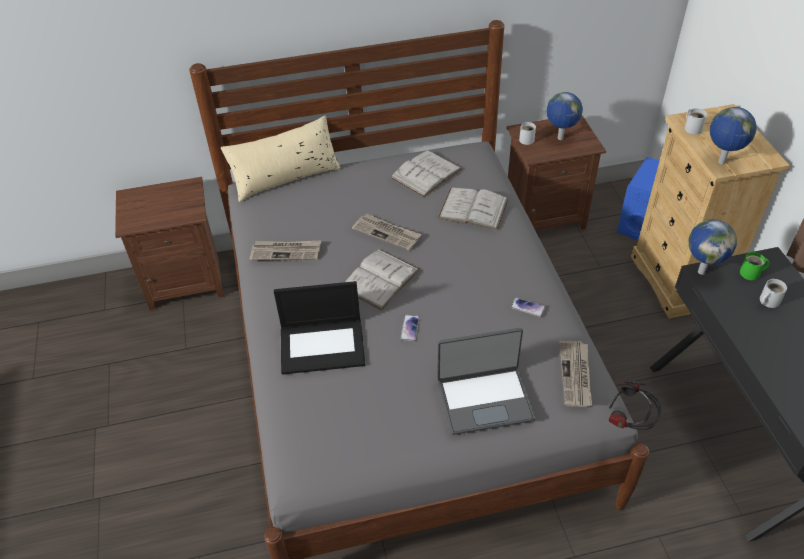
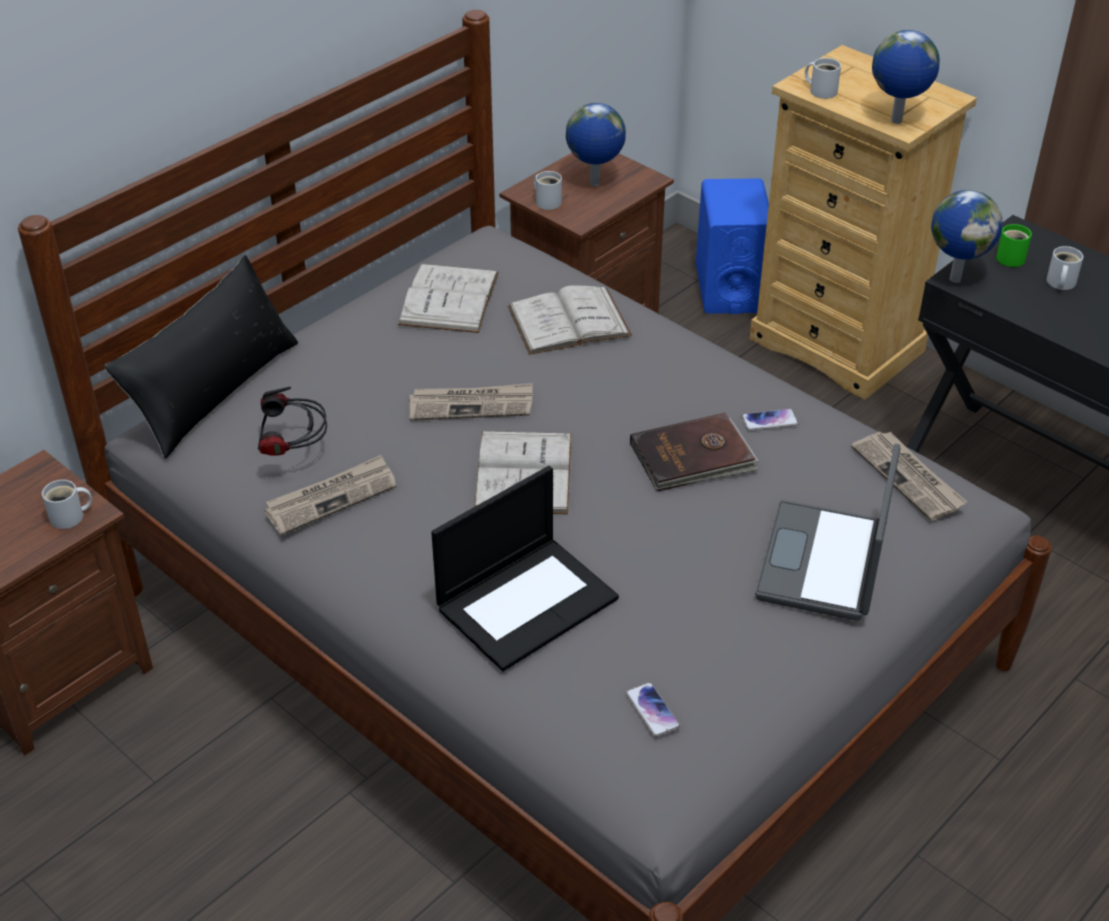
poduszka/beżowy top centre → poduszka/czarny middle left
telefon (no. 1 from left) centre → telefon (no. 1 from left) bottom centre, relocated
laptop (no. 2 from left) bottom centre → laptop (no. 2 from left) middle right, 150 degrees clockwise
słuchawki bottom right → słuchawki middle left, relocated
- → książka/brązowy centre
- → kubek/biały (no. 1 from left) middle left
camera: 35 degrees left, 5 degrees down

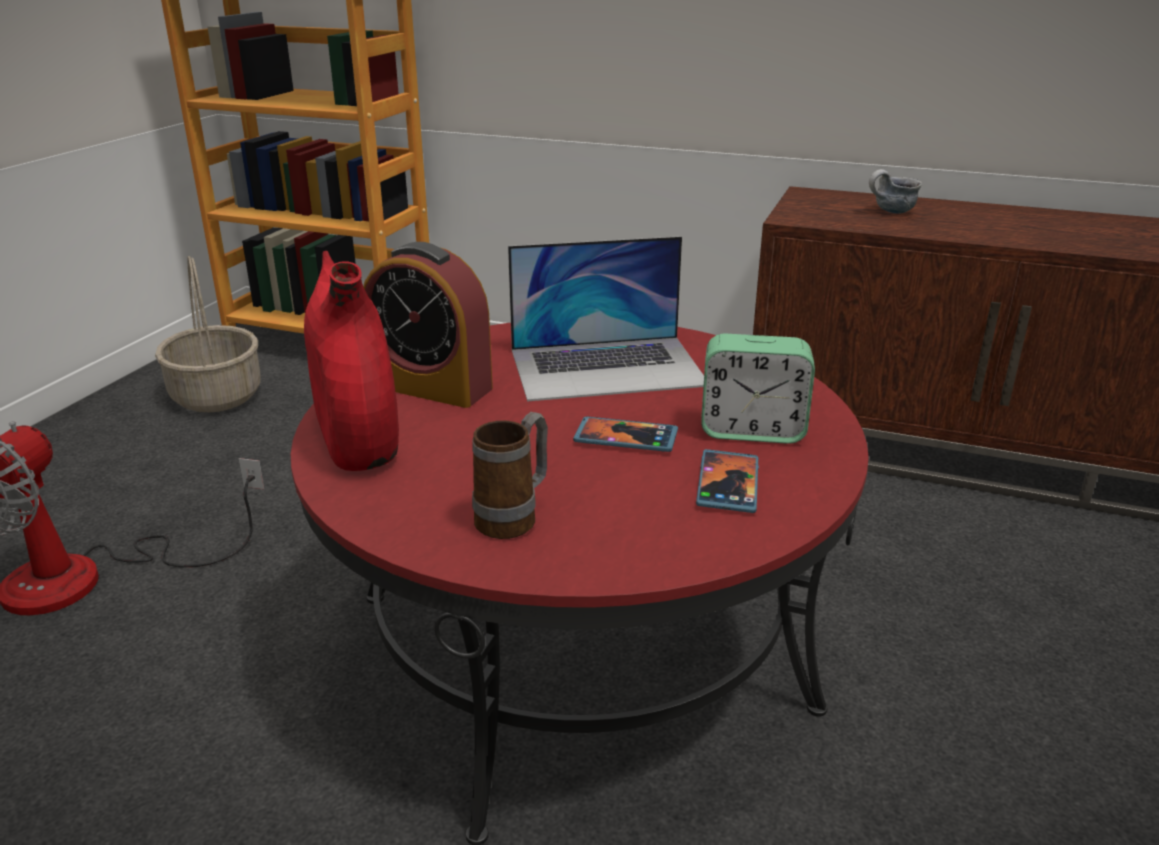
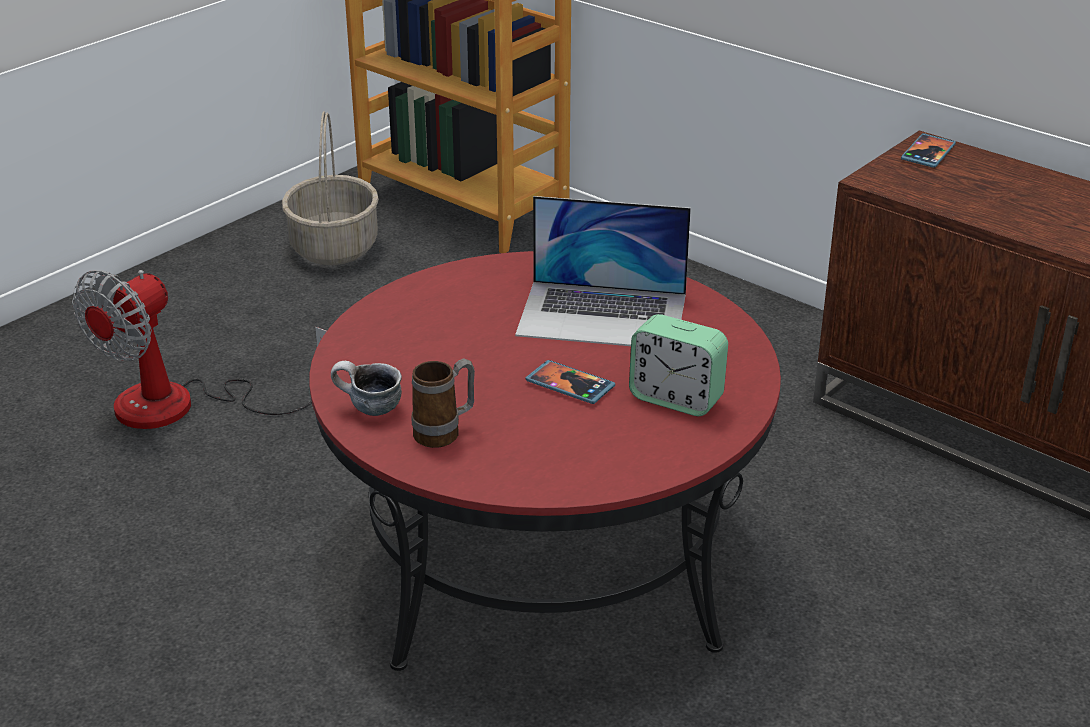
kubek (no. 2 from left in the first image) top right → kubek (no. 1 from left) centre, relocated
budzik (no. 1 from left) centre → -
wazon/czerwony middle left → -
telefon (no. 2 from left) centre → telefon (no. 2 from left) top right, relocated
camera: 20 degrees right, 5 degrees up

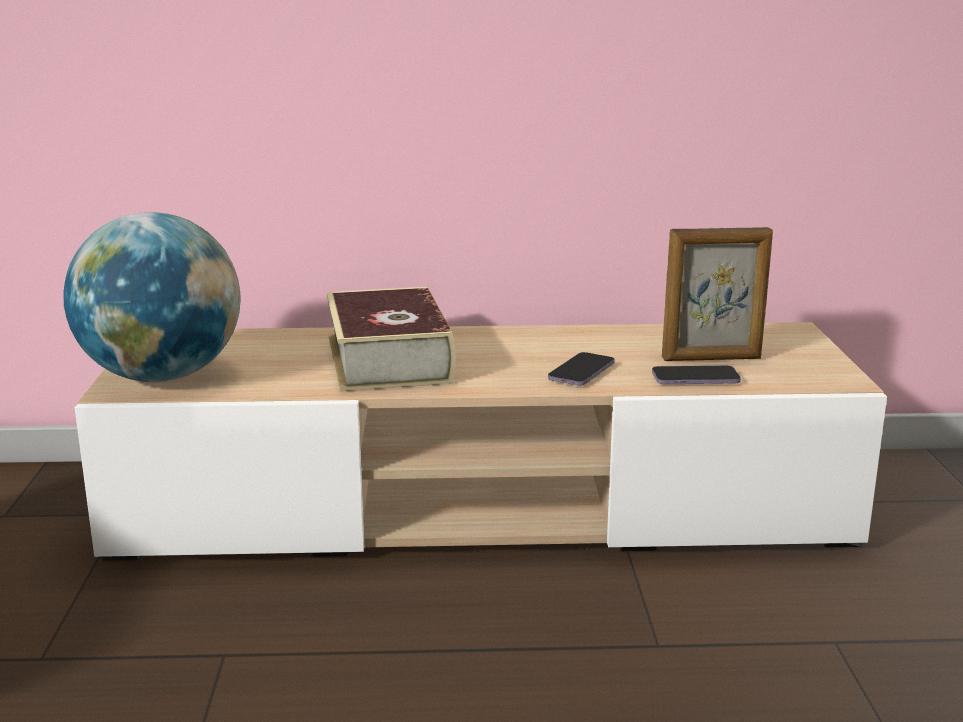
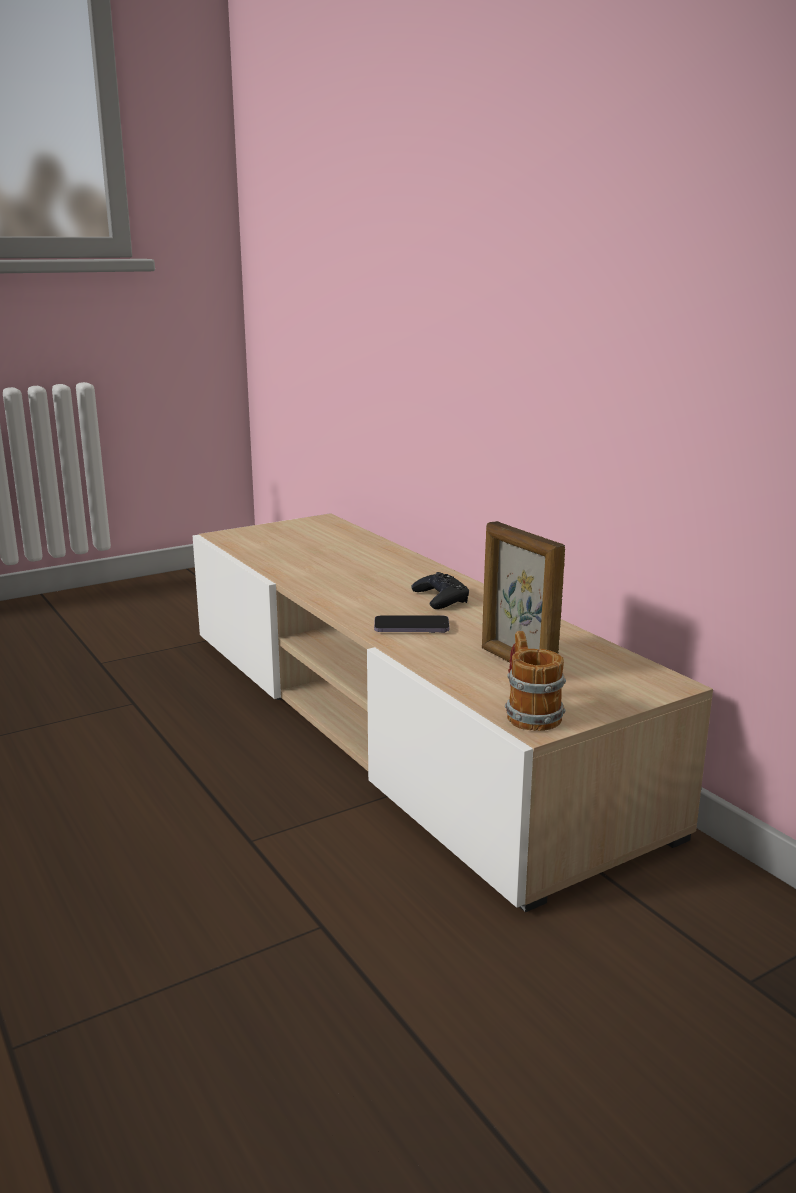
globus middle left → -
książka centre → -
telefon (no. 2 from left) middle right → -
- → pad do gier/czarny centre
- → kubek middle right
camera: 60 degrees right, 0 degrees up

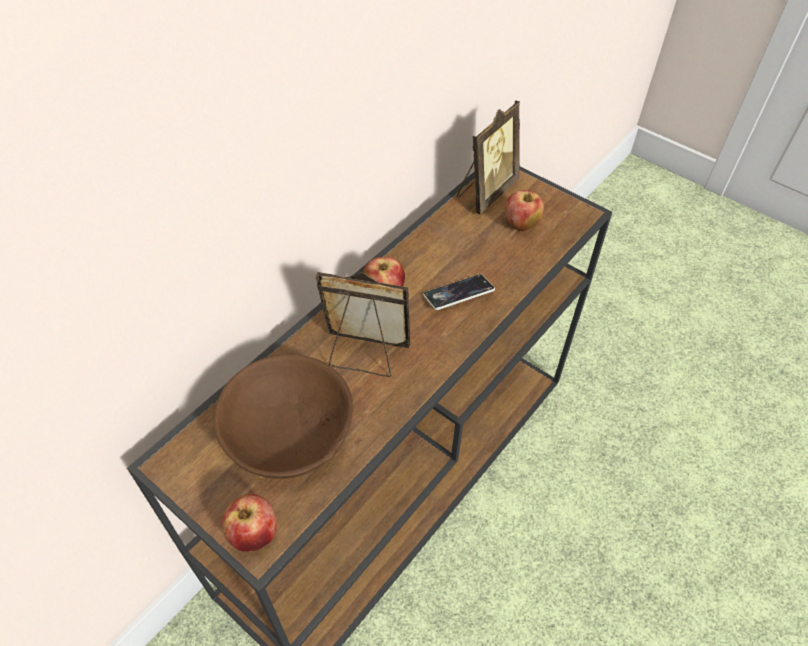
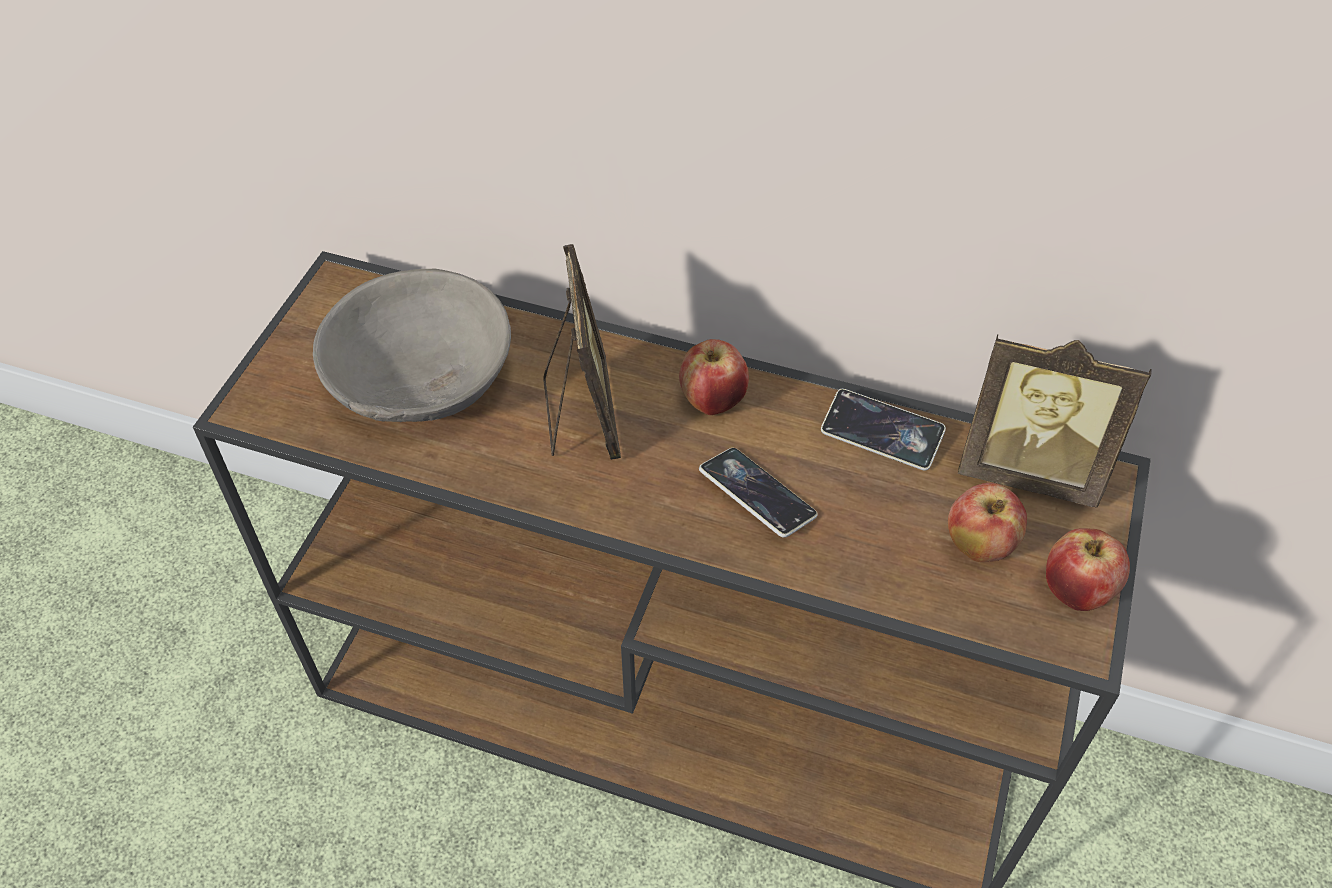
miska/brązowy centre → miska/szary middle left
jabłko (no. 1 from left in the first image) bottom left → jabłko (no. 3 from left) middle right, relocated
- → telefon (no. 2 from left) centre
camera: 70 degrees right, 0 degrees up

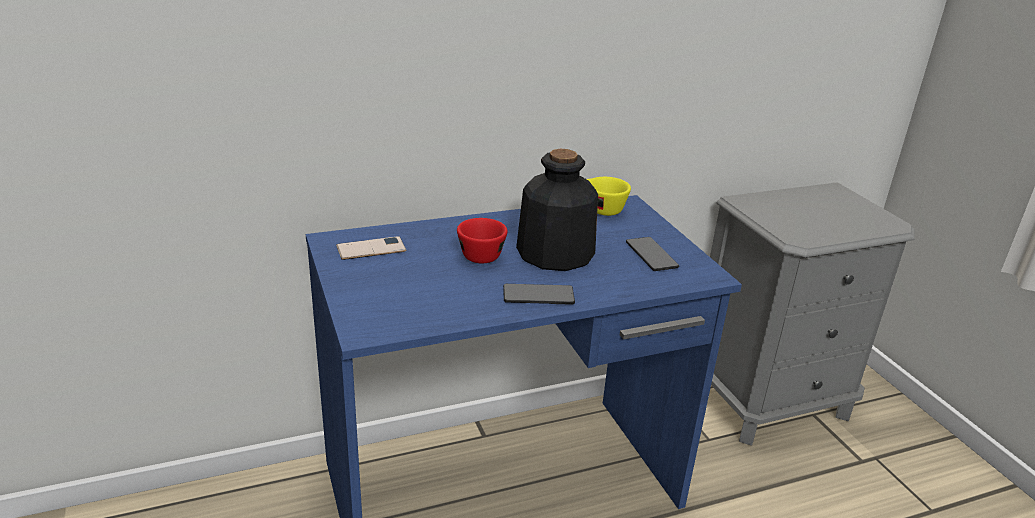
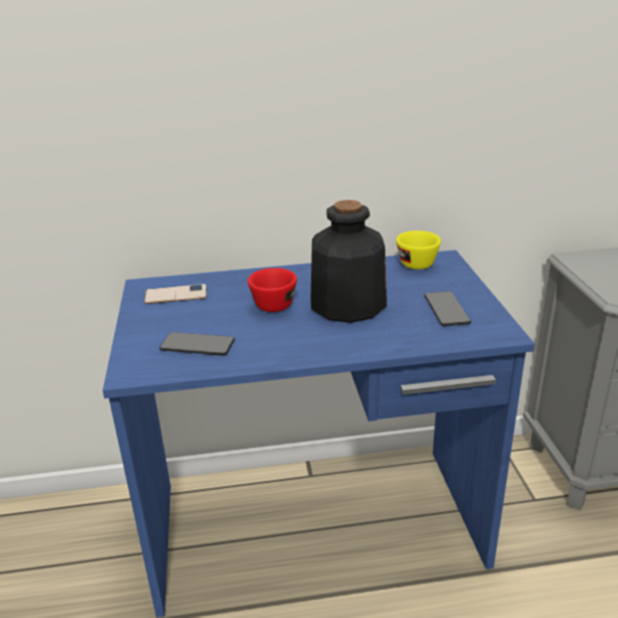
telefon (no. 2 from left) centre → telefon (no. 2 from left) middle left, relocated
camera: 15 degrees right, 0 degrees up

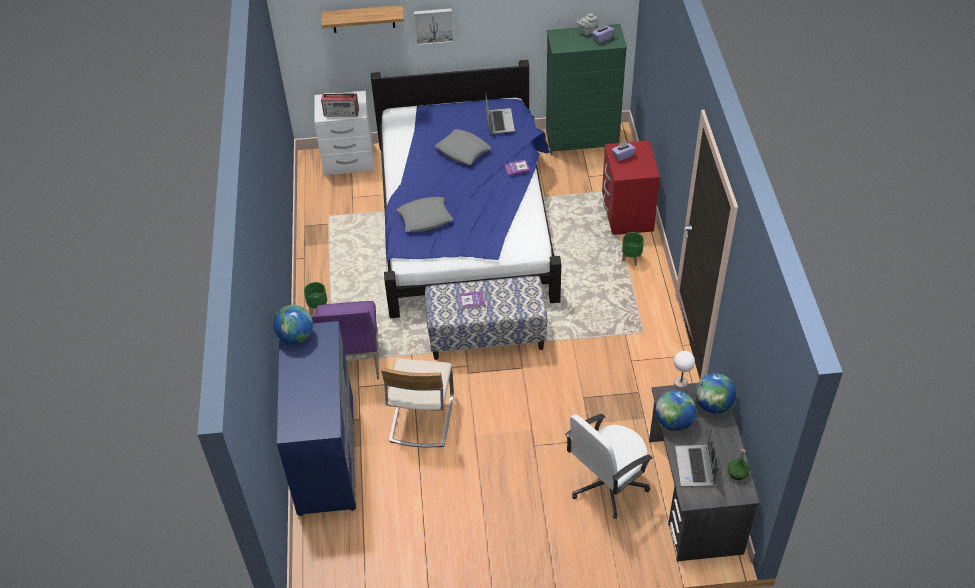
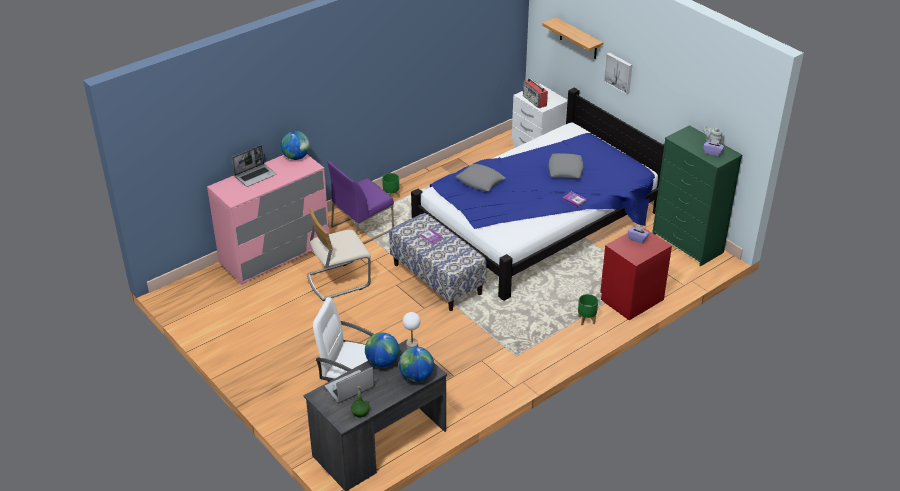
laptop (no. 1 from left) top centre → laptop (no. 1 from left) middle left, relocated
komoda/niebieski bottom left → komoda/różowy middle left
camera: 55 degrees right, 10 degrees down

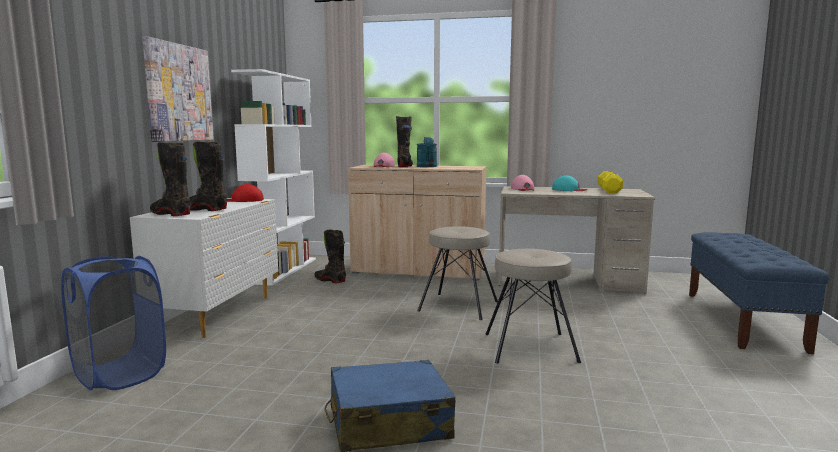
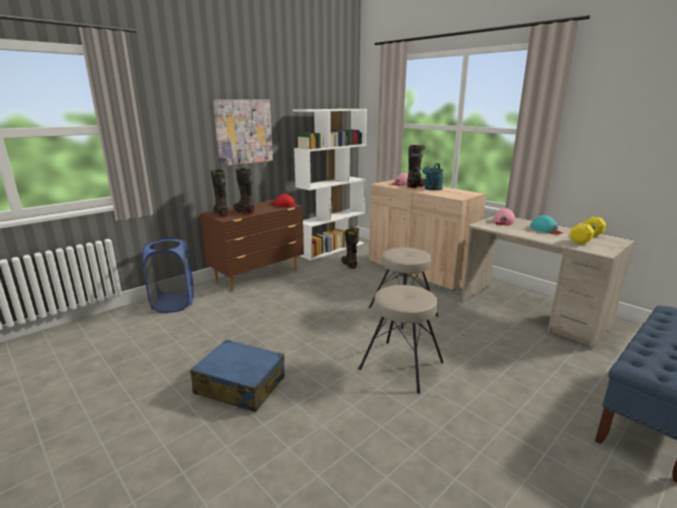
komoda/biały middle left → komoda/brązowy centre
camera: 35 degrees right, 10 degrees up

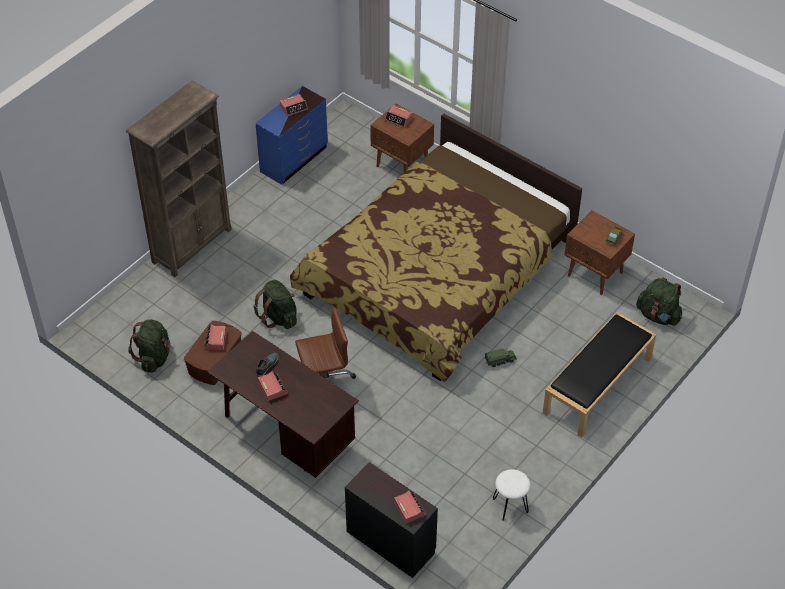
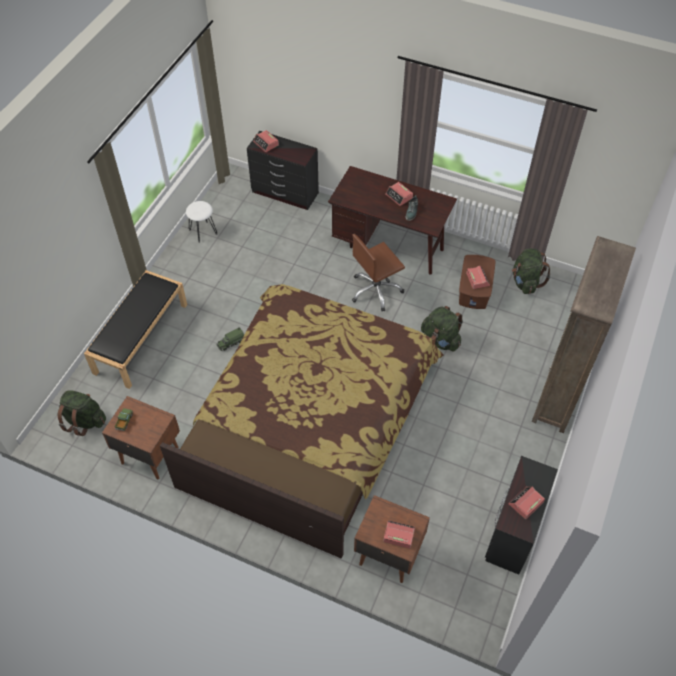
komoda/niebieski top centre → komoda/czarny (no. 2 from left) bottom right
camera: 165 degrees right, 5 degrees up

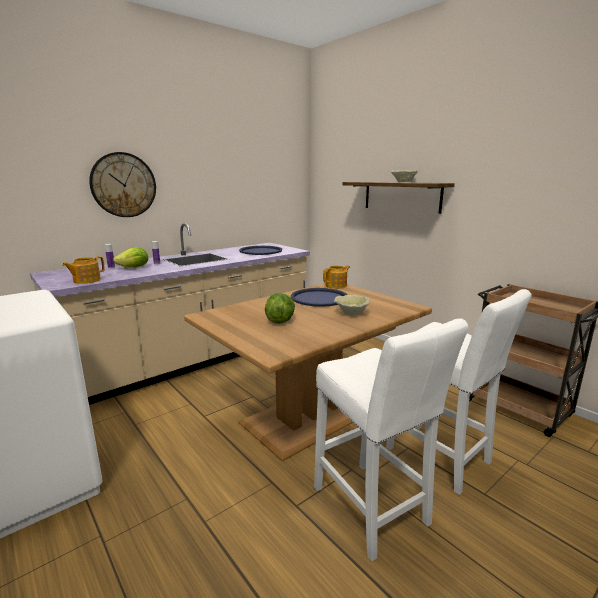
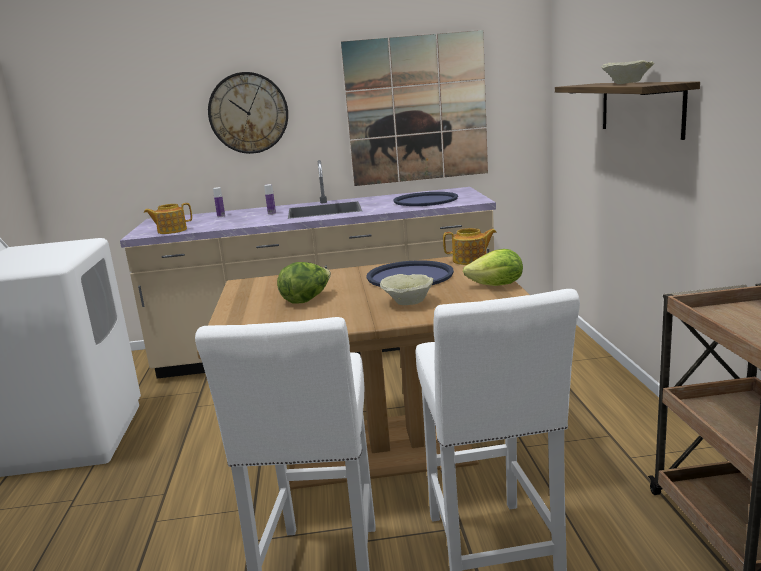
sałata (no. 1 from left in the first image) middle left → sałata (no. 2 from left) centre, relocated
- → obraz top centre
camera: 35 degrees right, 0 degrees up

